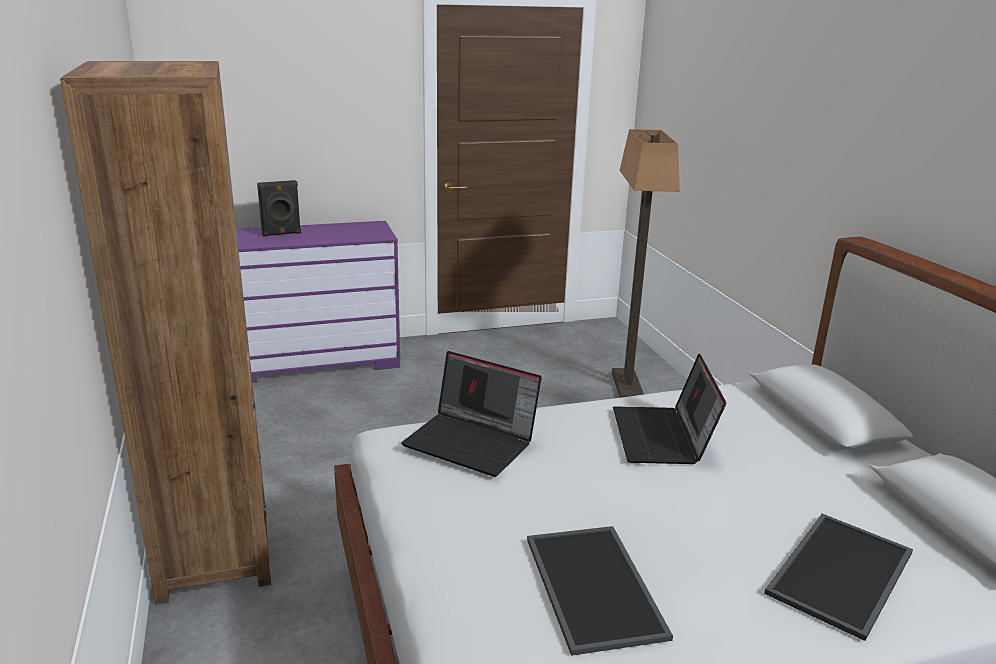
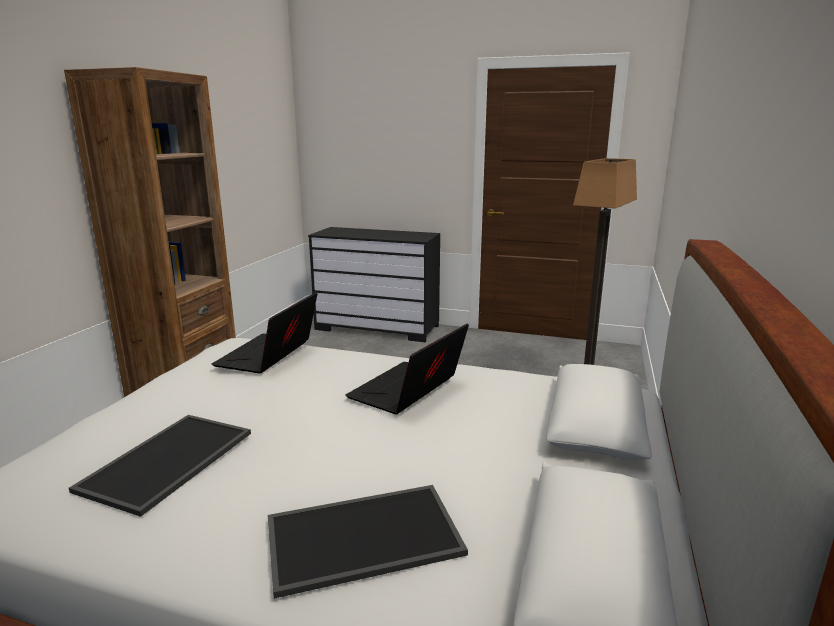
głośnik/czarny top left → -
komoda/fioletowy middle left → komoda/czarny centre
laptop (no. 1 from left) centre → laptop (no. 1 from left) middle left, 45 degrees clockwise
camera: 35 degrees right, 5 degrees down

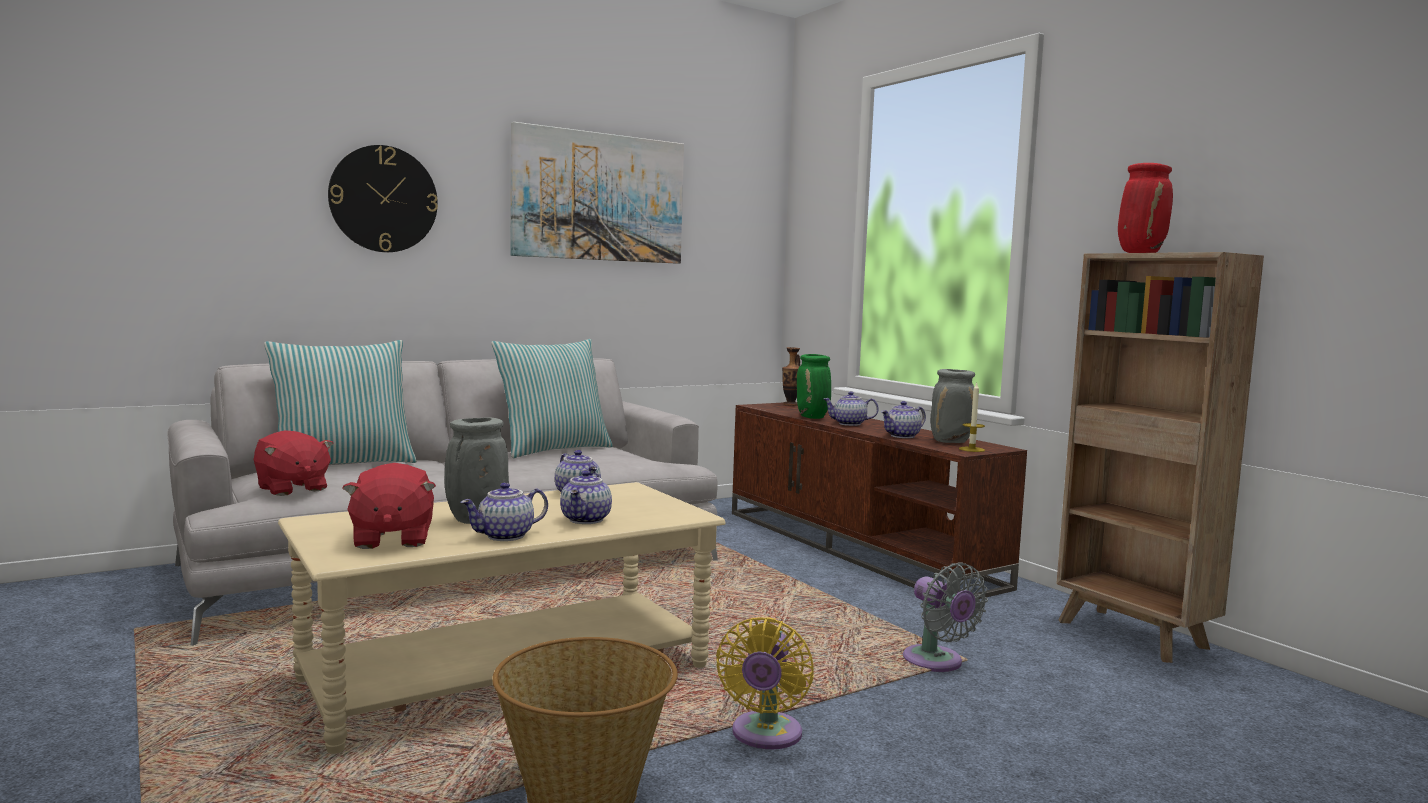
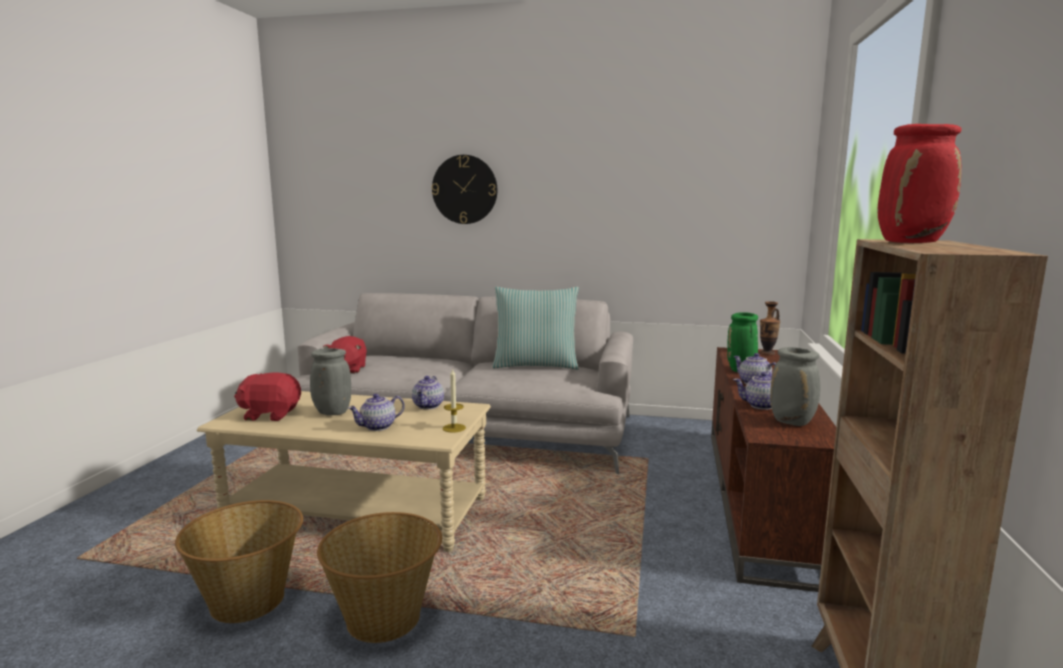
obraz top centre → -
poduszka (no. 1 from left) middle left → -
świeca middle right → świeca centre, relocated
pluszak/czerwony (no. 2 from left in the first image) middle left → pluszak/czerwony (no. 1 from left) middle left, 60 degrees clockwise
imbryk (no. 1 from left) centre → -
wentylator/szary bottom centre → -
wentylator/żółty bottom centre → koszyk (no. 2 from left) bottom centre
camera: 45 degrees right, 5 degrees up

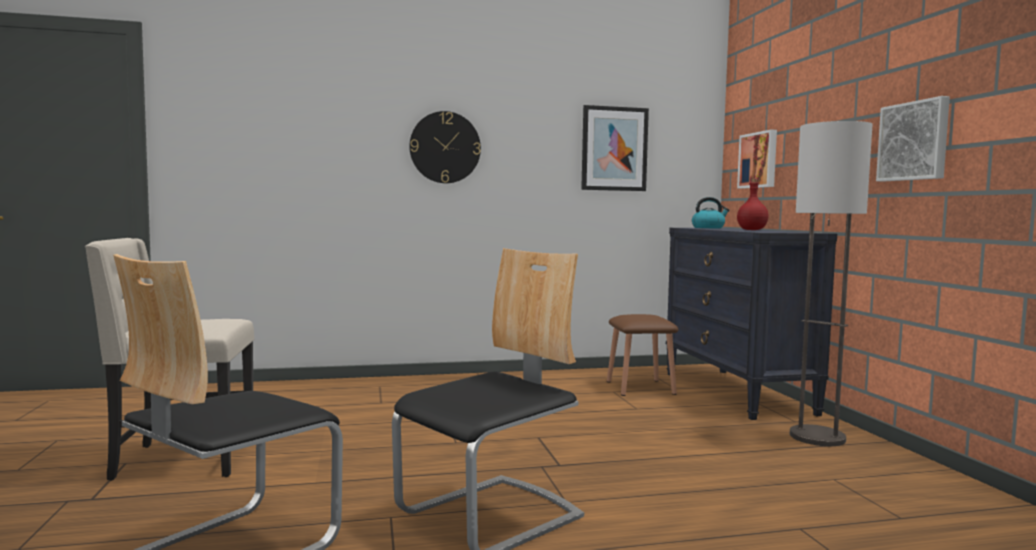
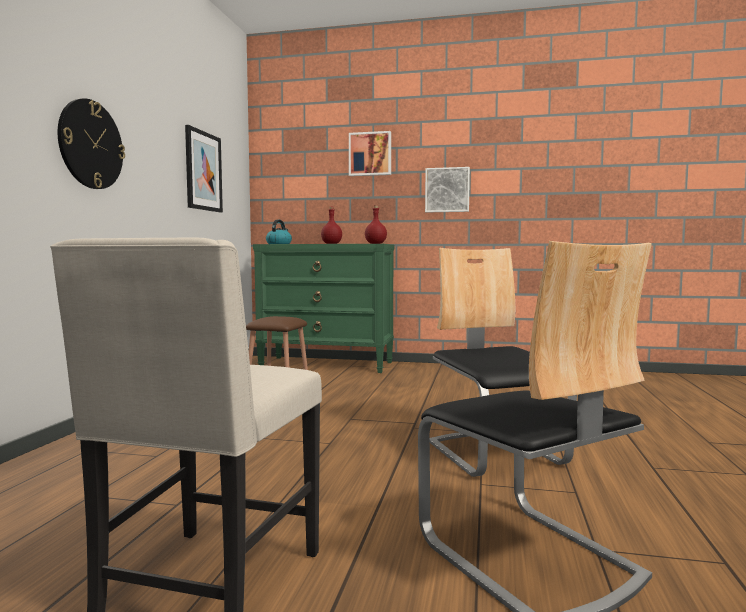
lampa stojąca middle right → -
obraz (no. 2 from left) top right → obraz (no. 2 from left) top centre, relocated
komoda/czarny middle right → komoda/zielony centre
- → butelka/czerwony (no. 2 from left) centre
camera: 65 degrees left, 0 degrees up

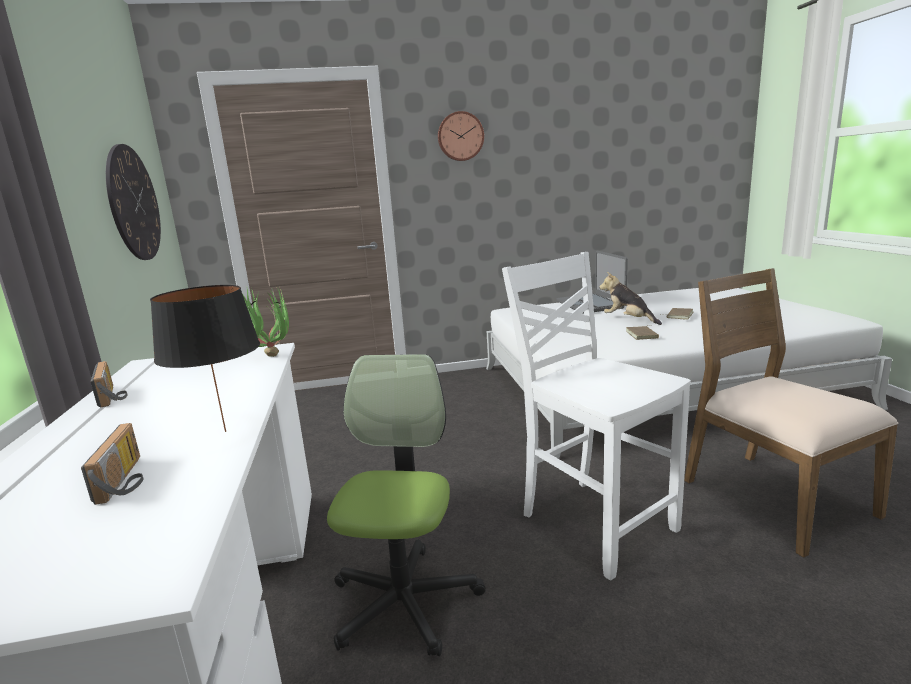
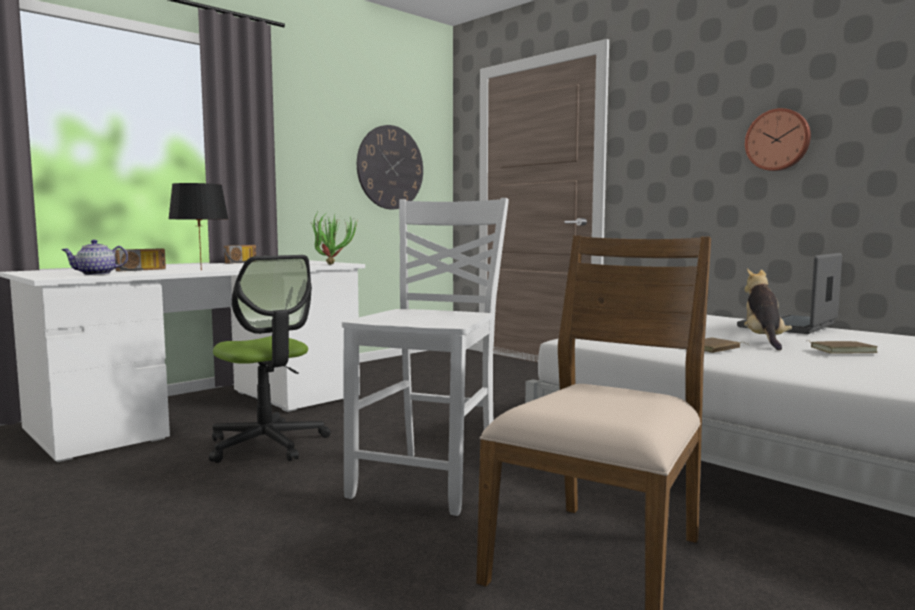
zegar ścienny (no. 2 from left) top centre → zegar ścienny (no. 2 from left) top right, relocated
krzesło biurowe bottom centre → krzesło biurowe middle left, 75 degrees clockwise
- → imbryk middle left
camera: 55 degrees right, 10 degrees down

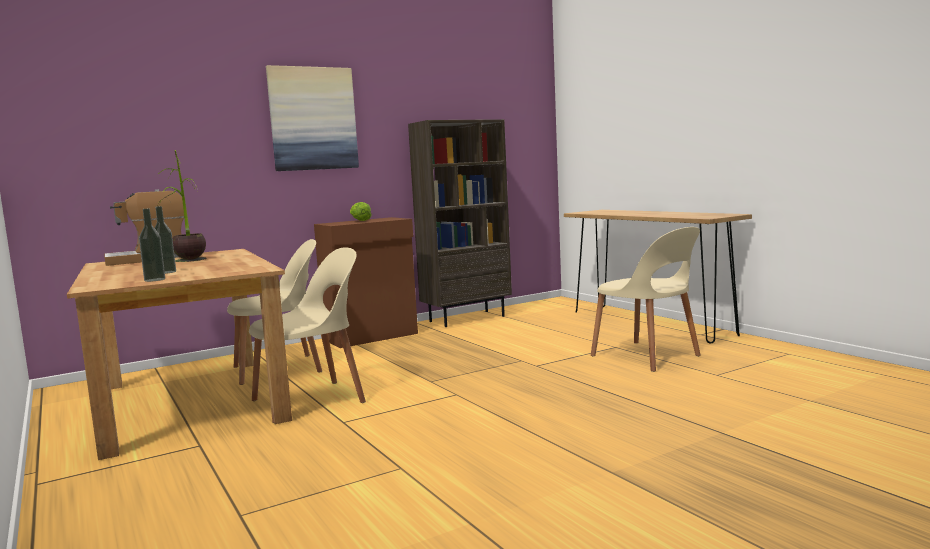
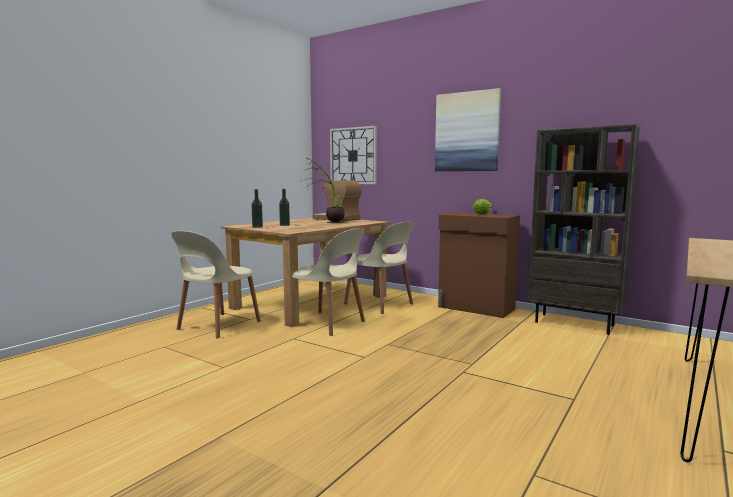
krzesło/beżowy (no. 3 from left in the first image) middle right → krzesło/beżowy (no. 1 from left) middle left, relocated
- → zegar ścienny top centre
camera: 65 degrees right, 0 degrees up

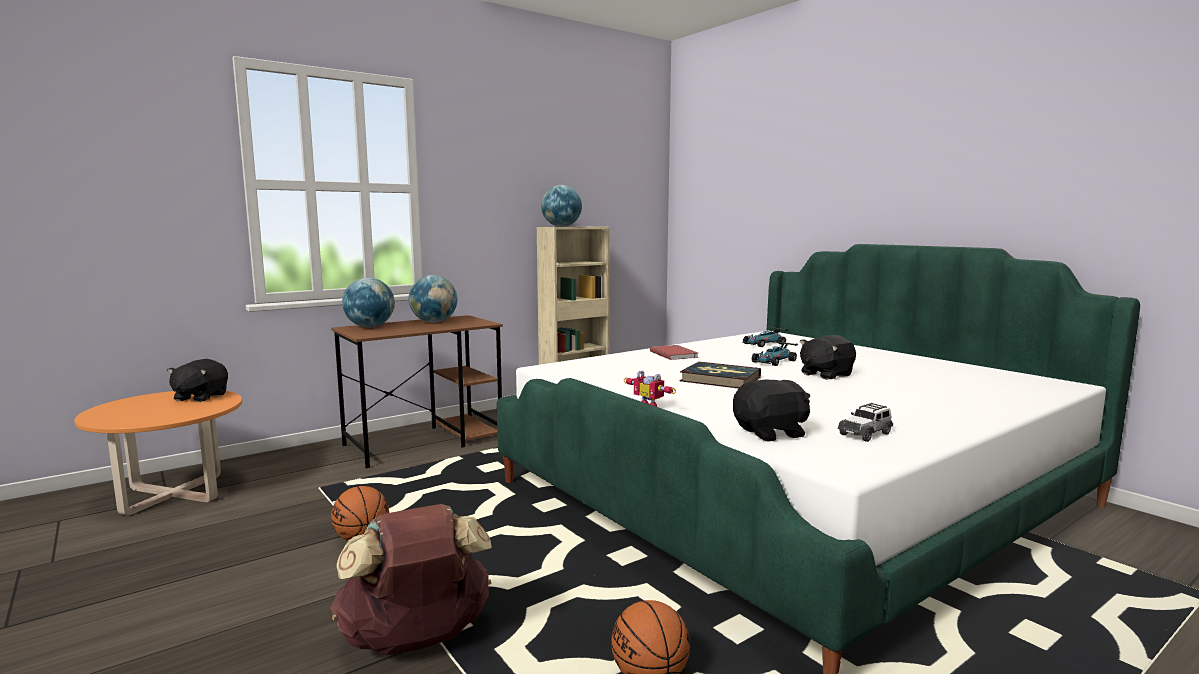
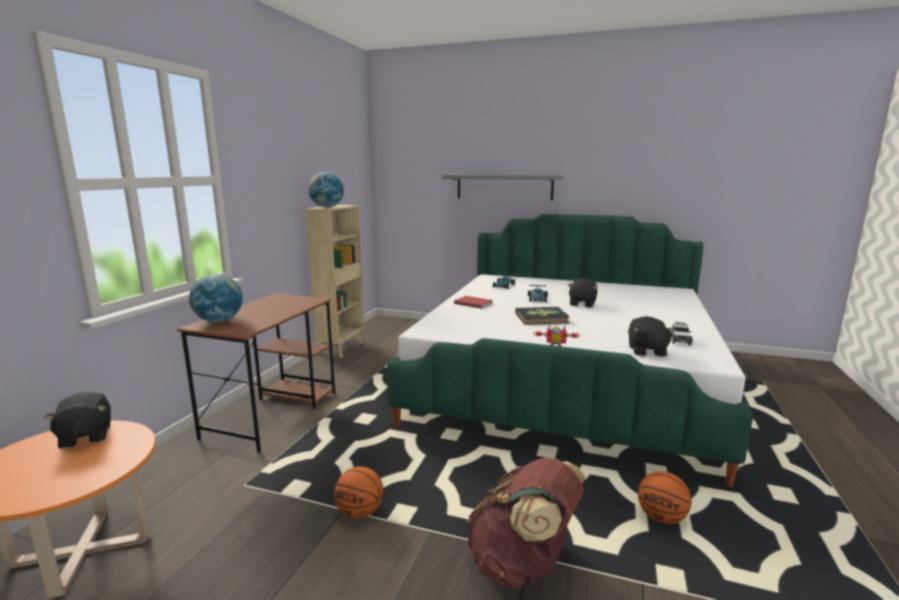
globus (no. 2 from left) centre → -
pluszak/czarny (no. 2 from left in the first image) centre → pluszak/czarny (no. 3 from left) middle right, 150 degrees clockwise
- → półka/szary top centre
camera: 35 degrees left, 5 degrees up

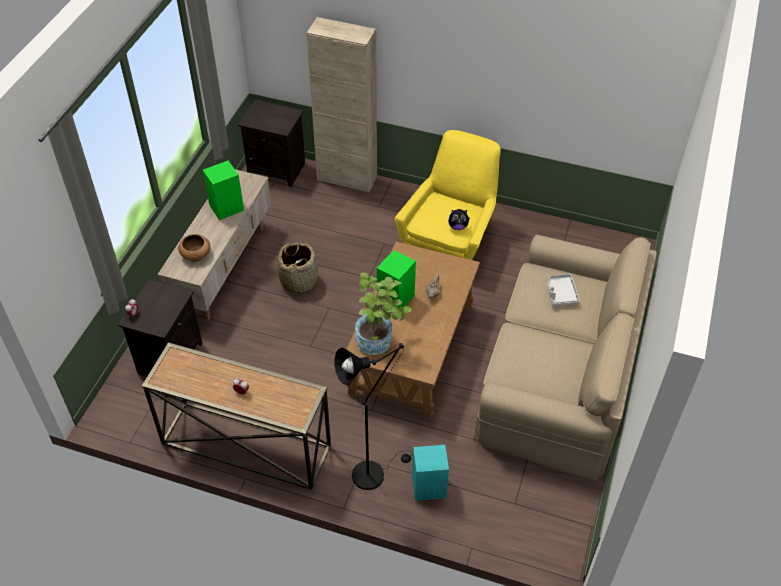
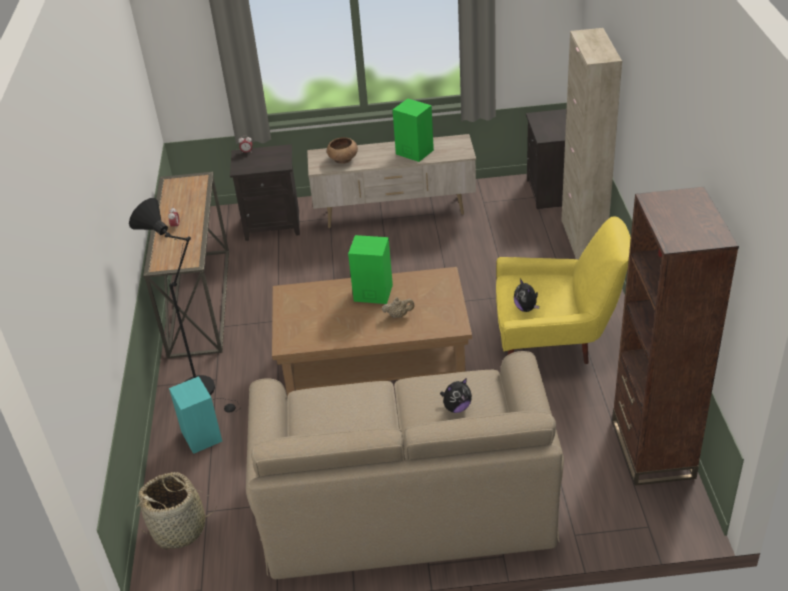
koszyk centre → koszyk bottom left, relocated
roślina doniczkowa centre → -
taca/szary middle right → pluszak (no. 1 from left) bottom centre
- → regał/brązowy middle right
camera: 70 degrees right, 10 degrees down

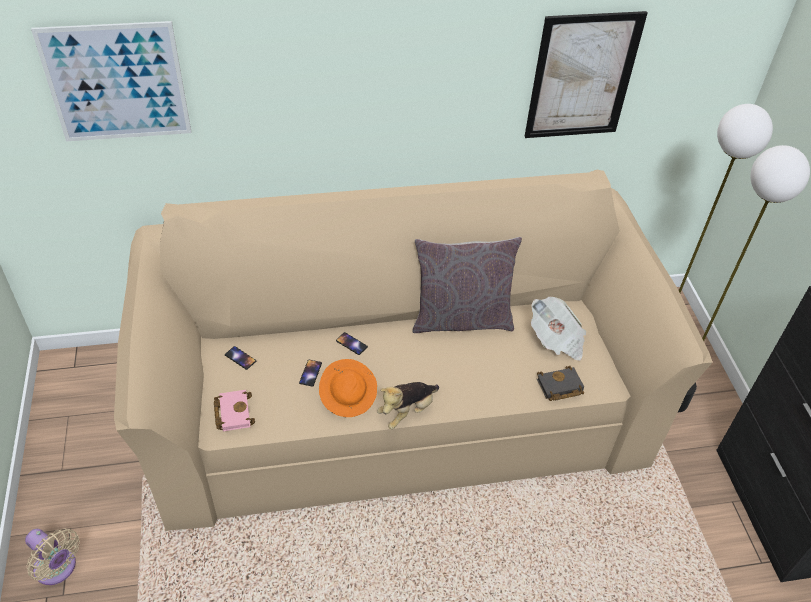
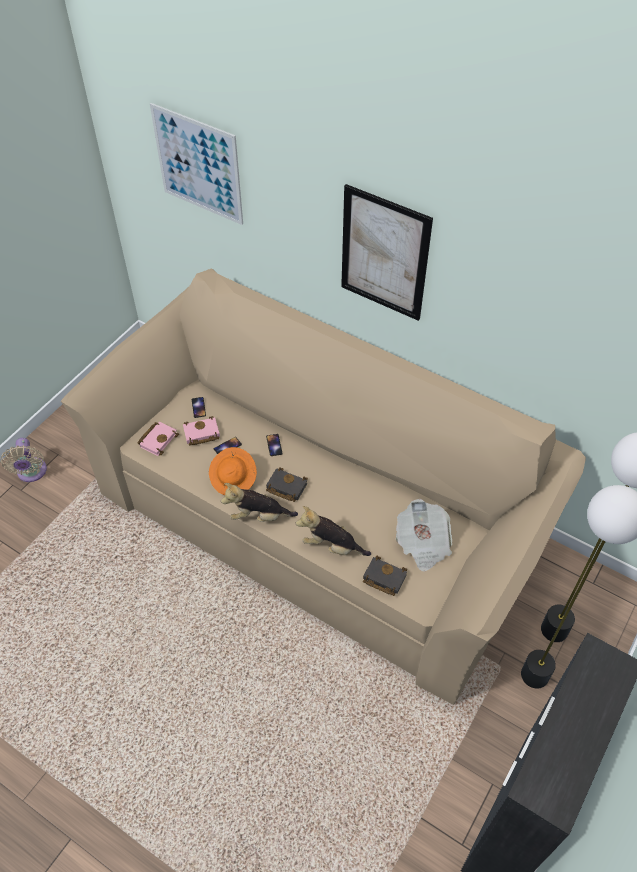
obraz (no. 2 from left) top right → obraz (no. 2 from left) top centre, relocated
poduszka/szary centre → -
- → książka/różowy (no. 2 from left) middle left
- → książka/czarny (no. 1 from left) centre
- → pluszak (no. 2 from left) centre
camera: 45 degrees right, 5 degrees up

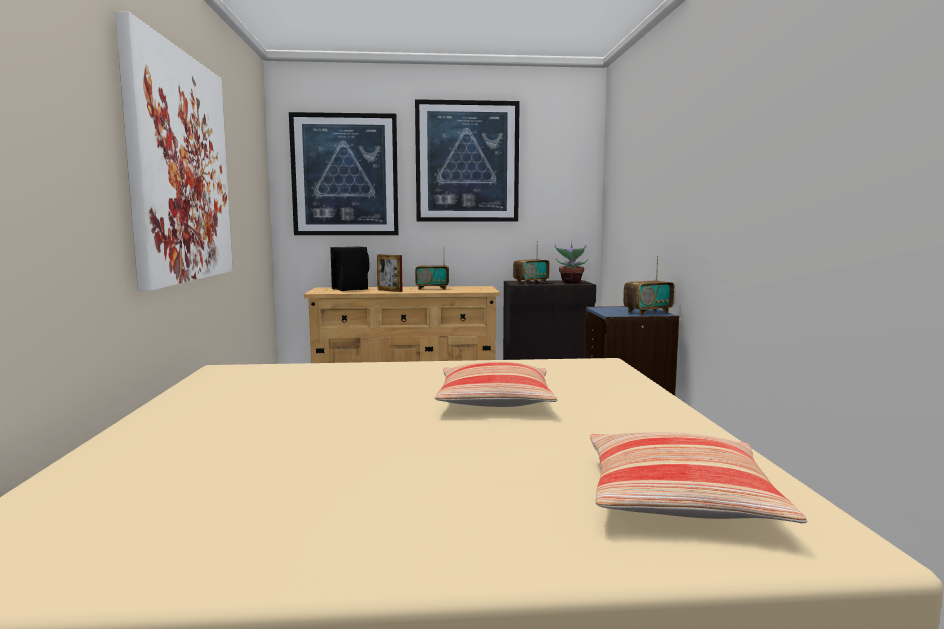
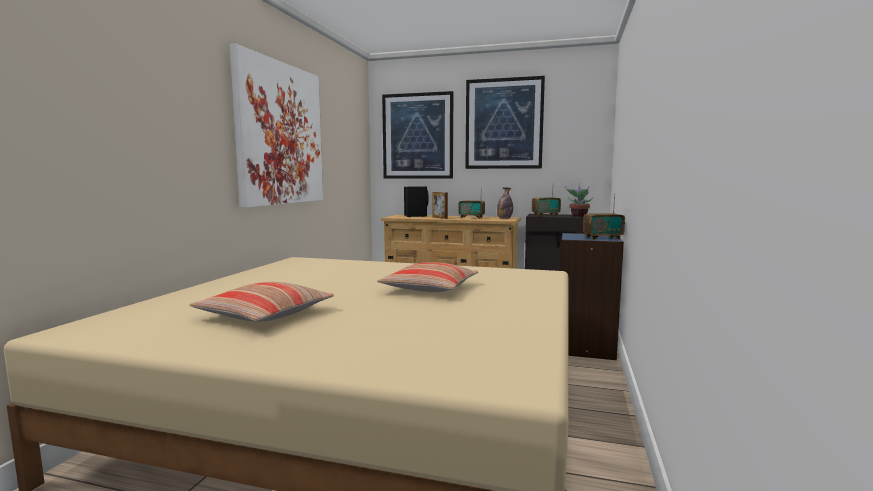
poduszka (no. 2 from left in the first image) bottom right → poduszka (no. 1 from left) middle left, relocated
- → butelka centre
camera: 20 degrees right, 0 degrees up

